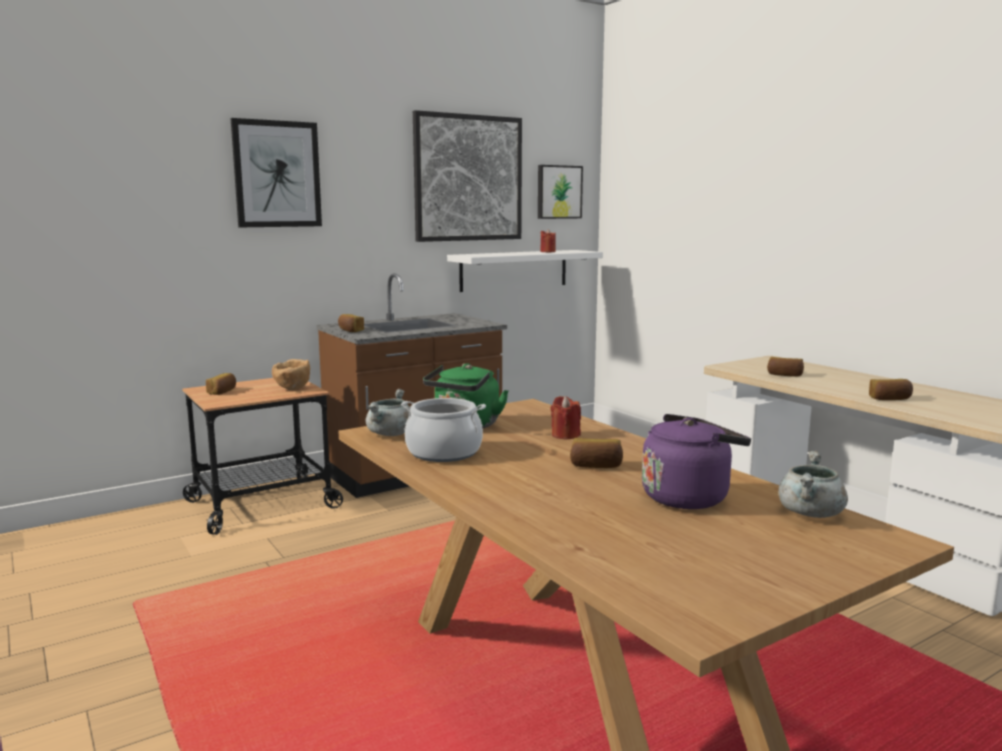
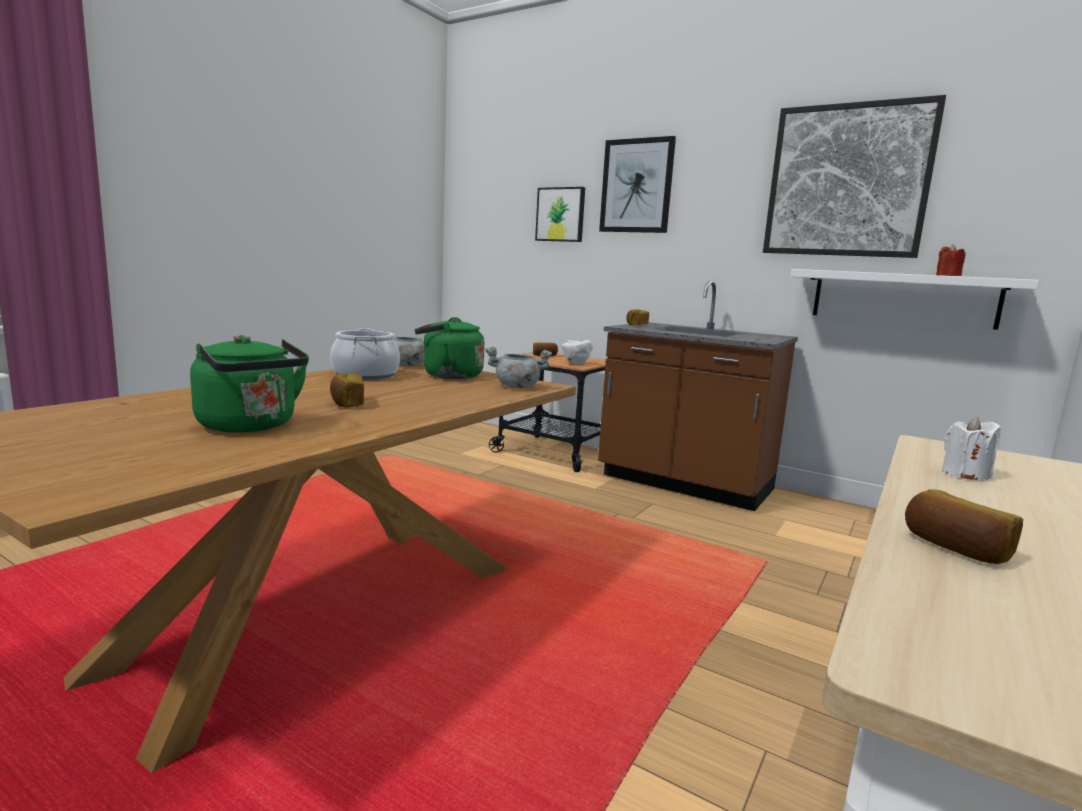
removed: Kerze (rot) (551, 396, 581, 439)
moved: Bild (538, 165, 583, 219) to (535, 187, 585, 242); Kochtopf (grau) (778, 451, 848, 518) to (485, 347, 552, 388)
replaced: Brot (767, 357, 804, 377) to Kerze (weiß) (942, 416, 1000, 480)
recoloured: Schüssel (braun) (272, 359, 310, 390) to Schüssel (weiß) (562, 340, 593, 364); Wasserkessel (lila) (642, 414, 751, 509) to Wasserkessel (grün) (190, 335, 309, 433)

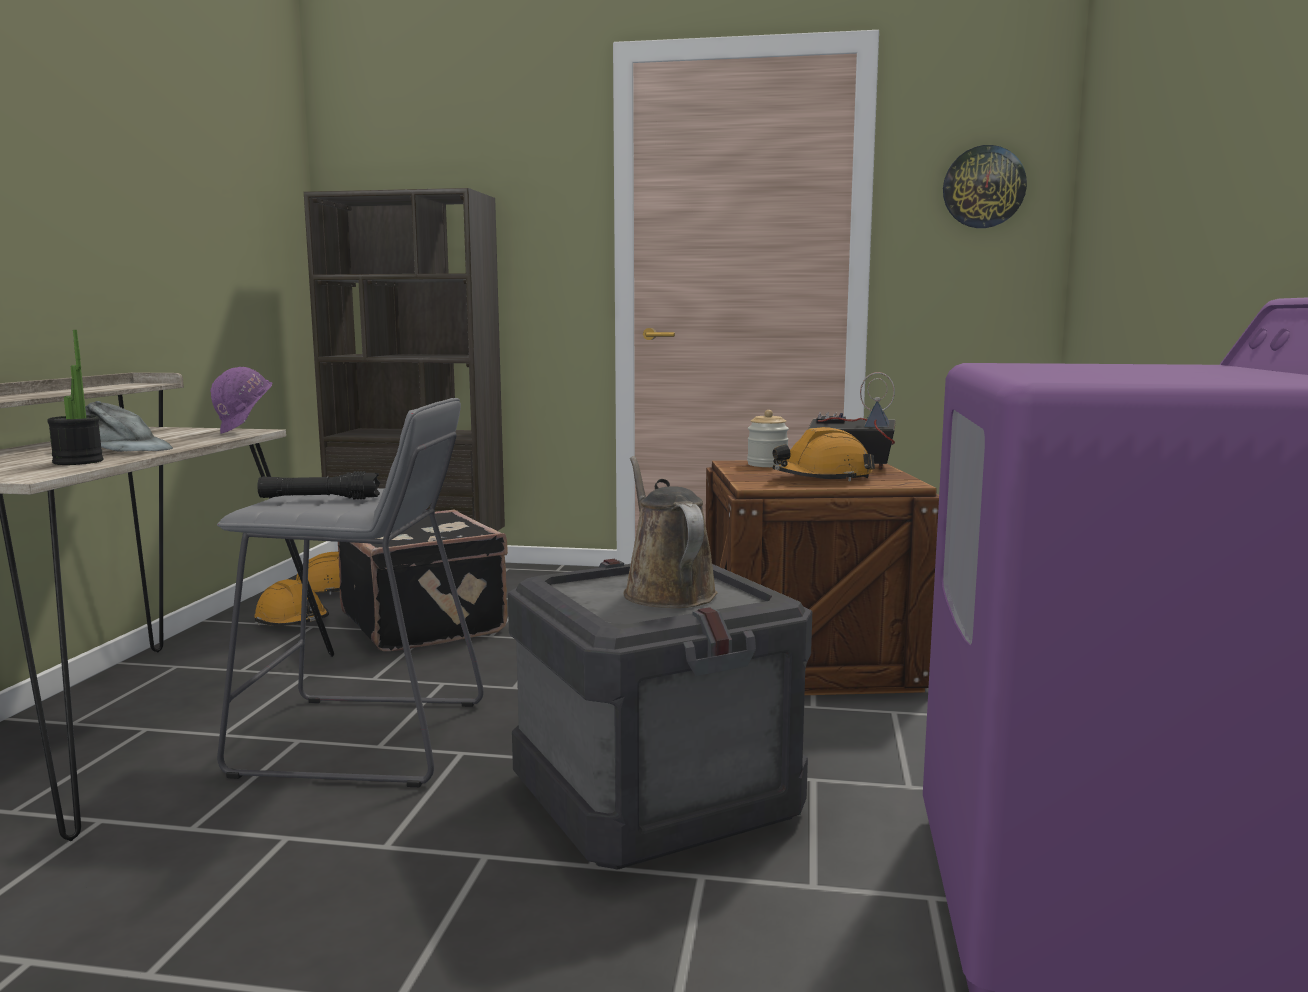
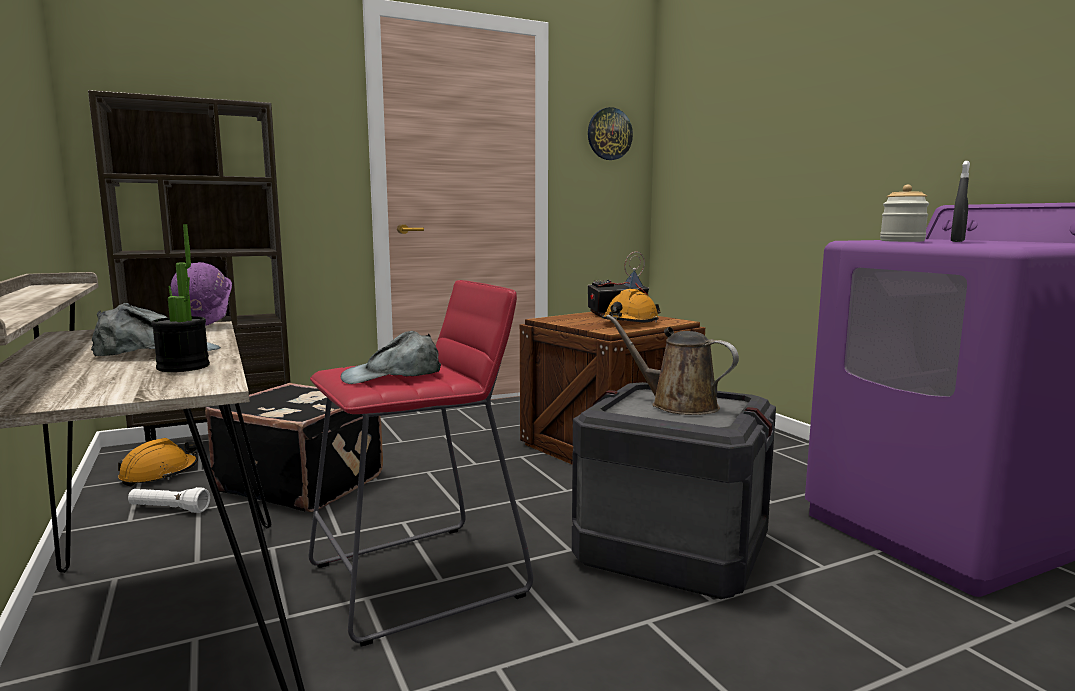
added: Sprühflasche (grau) (951, 161, 970, 242)
moved: Vorratsglas (747, 410, 789, 467) to (880, 185, 930, 242)
replaced: Taschenlampe (schwarz) (257, 471, 380, 499) to Kappe (grau) (341, 331, 441, 384); Schutzhelm (orange) (255, 579, 329, 626) to Taschenlampe (weiß) (128, 487, 210, 513)
recoloured: Hocker (grau) (217, 398, 484, 787) to Hocker (rot) (309, 280, 533, 647)

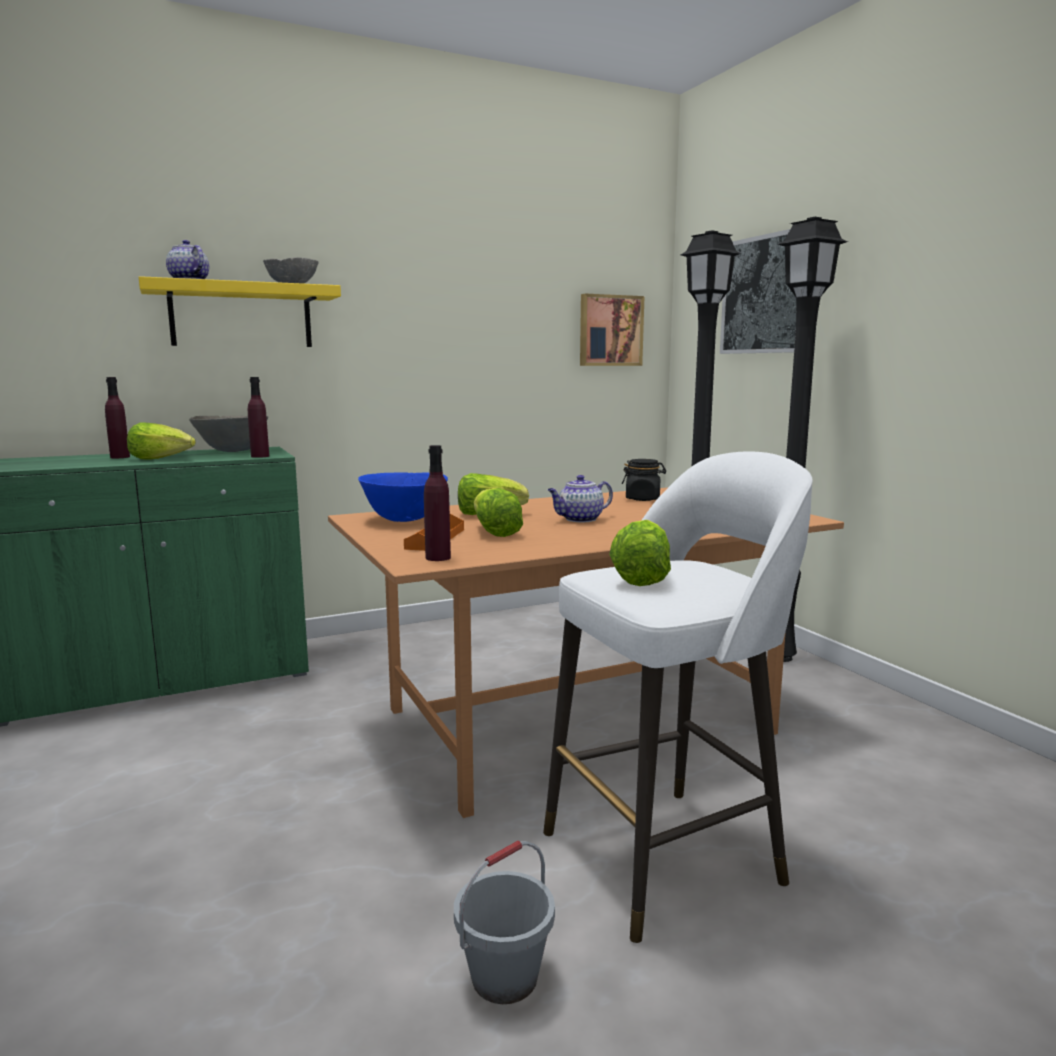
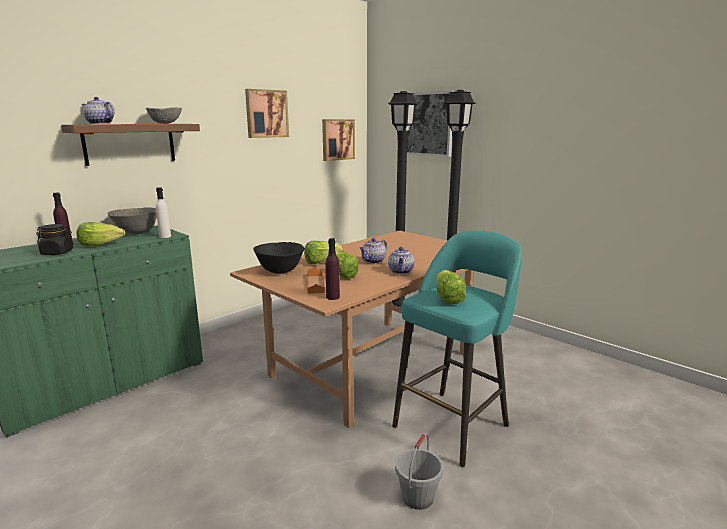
added: Bild (245, 89, 289, 138); Teekanne (388, 247, 414, 274)
moved: Vorratsglas (schwarz) (622, 459, 666, 501) to (36, 224, 73, 255)
recoloured: Wandregal (gelb) (139, 276, 341, 347) to Wandregal (braun) (61, 124, 200, 166); Flasche (lila) (248, 377, 269, 458) to Flasche (weiß) (156, 187, 171, 238); Hocker (weiß) (543, 451, 813, 943) to Hocker (türkis) (392, 230, 522, 467); Schüssel (blau) (358, 472, 448, 522) to Schüssel (schwarz) (253, 242, 305, 274)

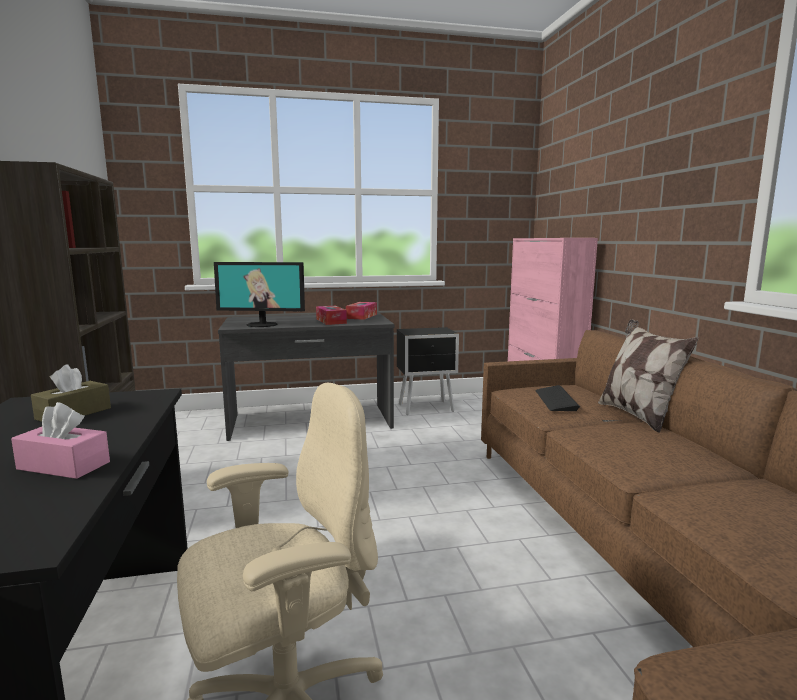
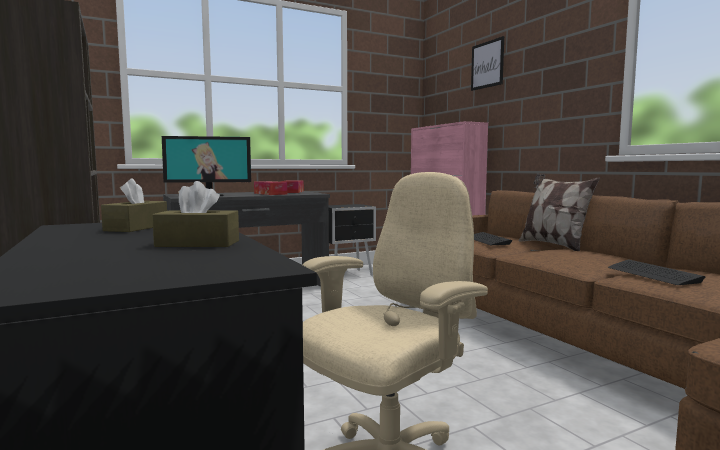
added: Bild (471, 36, 504, 91); Tastatur (608, 259, 705, 285)
recoloured: Taschentuchbox (rosa) (11, 402, 110, 479) to Taschentuchbox (braun) (152, 181, 239, 247)

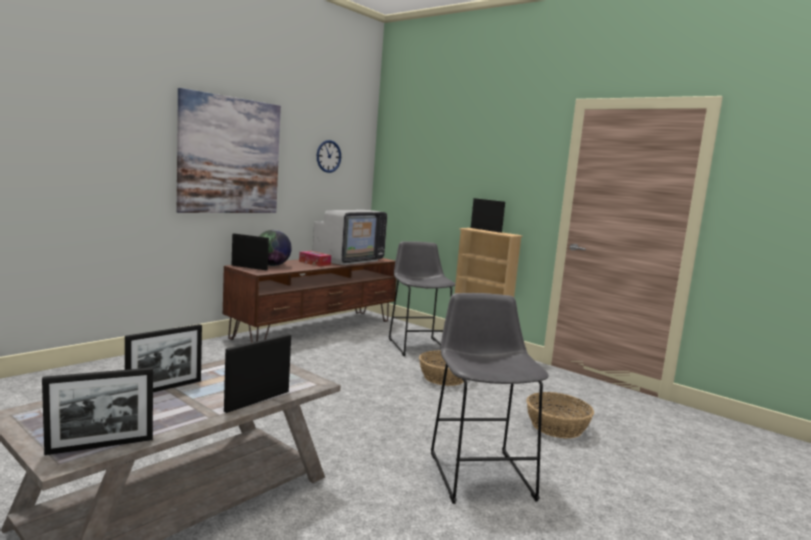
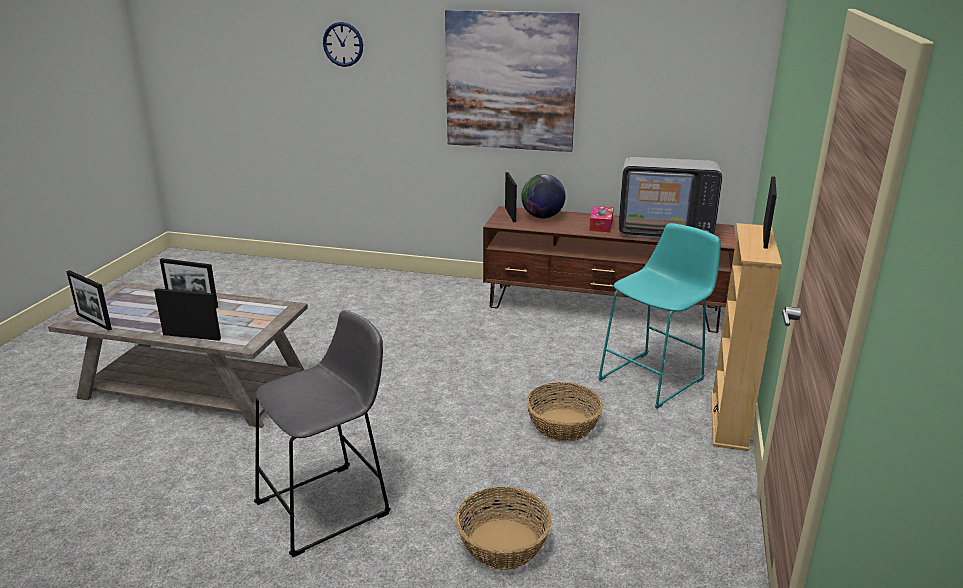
moved: Wanduhr (317, 140, 341, 173) to (323, 22, 363, 67)
recoloured: Hocker (grau) (389, 241, 456, 356) to Hocker (türkis) (598, 223, 721, 409)

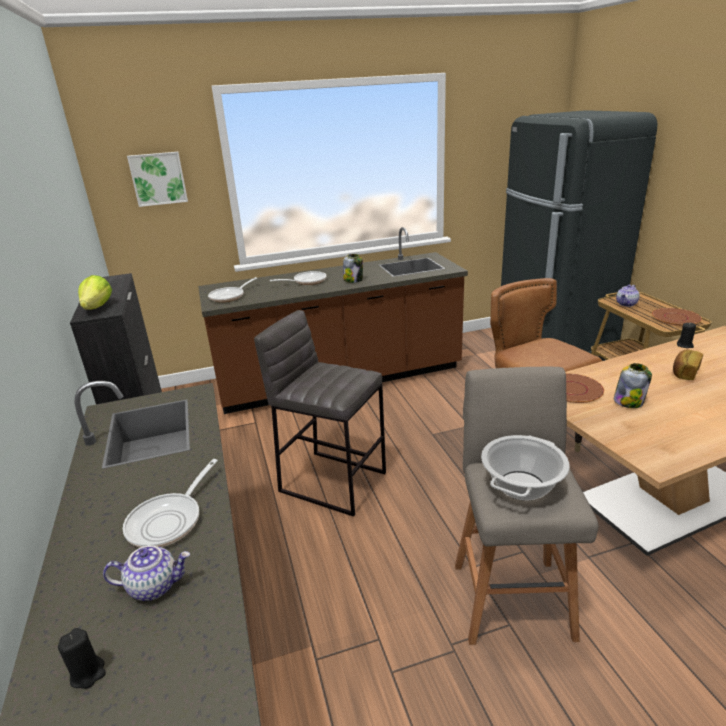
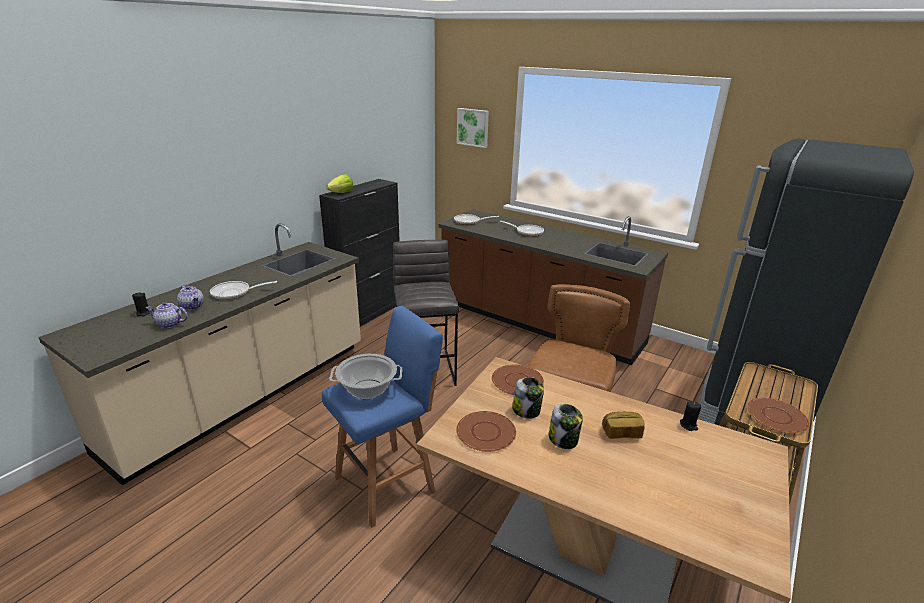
added: Teller (braun) (456, 411, 516, 452)
moved: Vorratsglas (343, 254, 363, 283) to (549, 404, 583, 449); Teekanne (616, 285, 639, 307) to (145, 302, 188, 328)
recoloured: Hocker (grau) (455, 367, 599, 645) to Hocker (blau) (322, 306, 443, 528)

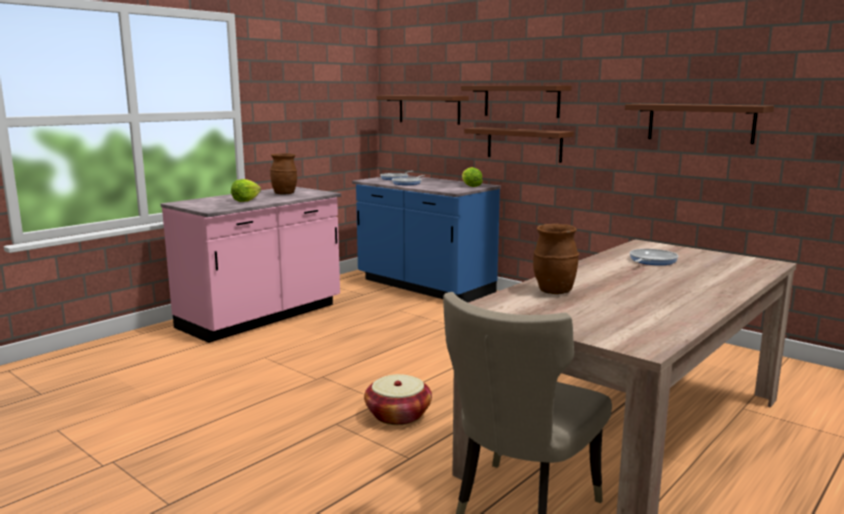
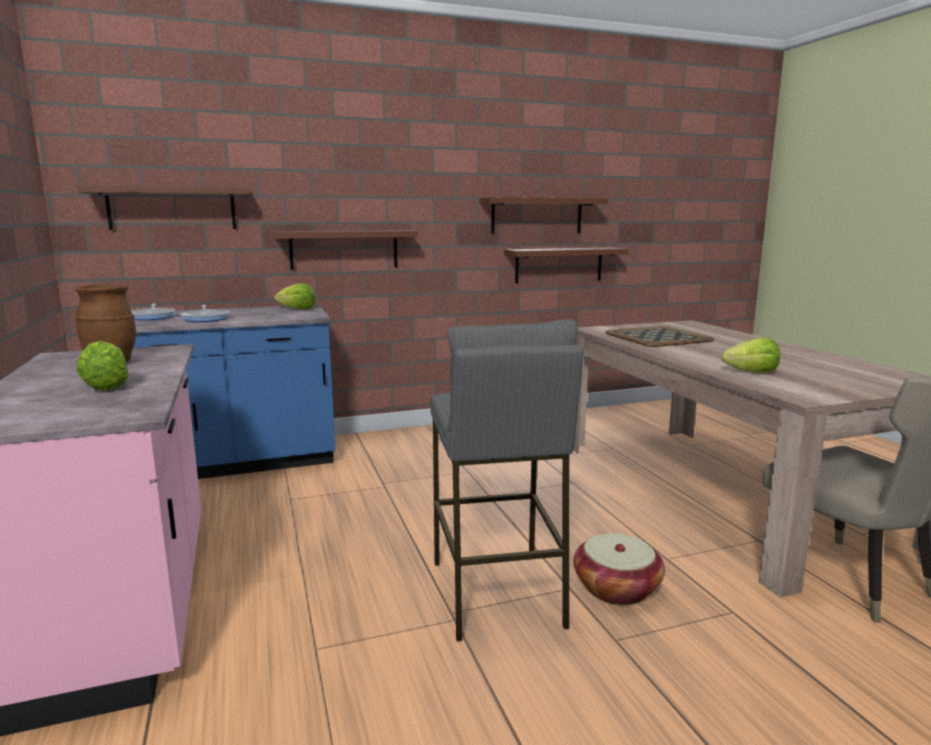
added: Hocker (grau) (430, 320, 584, 642)
moved: Wandregal (braun) (461, 85, 572, 118) to (504, 247, 629, 283)
replaced: Vase (braun) (533, 224, 579, 294) to Salatkopf (722, 338, 780, 373); Pfanne (630, 249, 679, 265) to Tablett (605, 326, 714, 347)

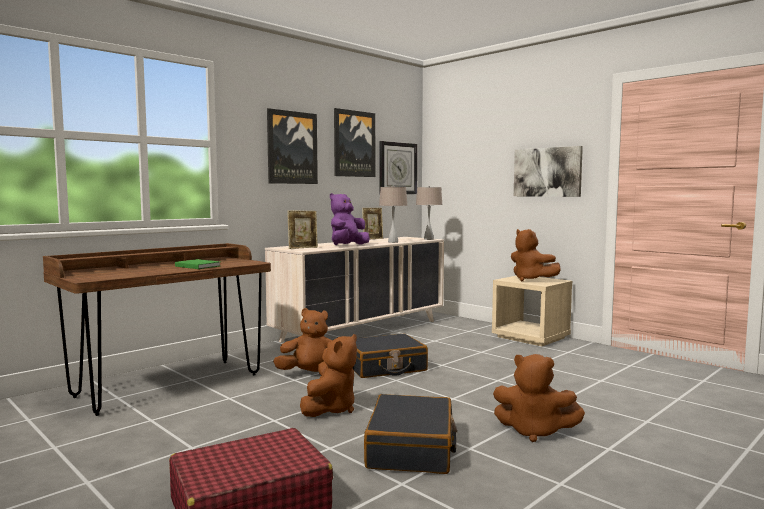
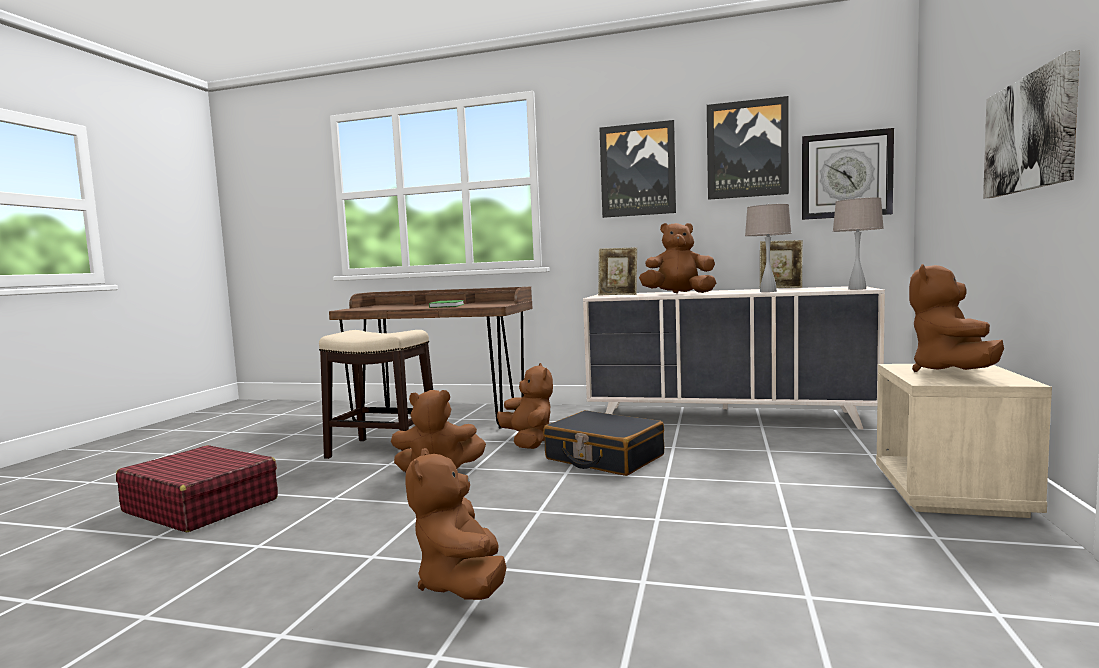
removed: Koffer (schwarz) (364, 394, 457, 474)
added: Hocker (319, 330, 433, 459)
recoloured: Plüschtier (lila) (330, 193, 370, 245) to Plüschtier (braun) (639, 223, 716, 293)

